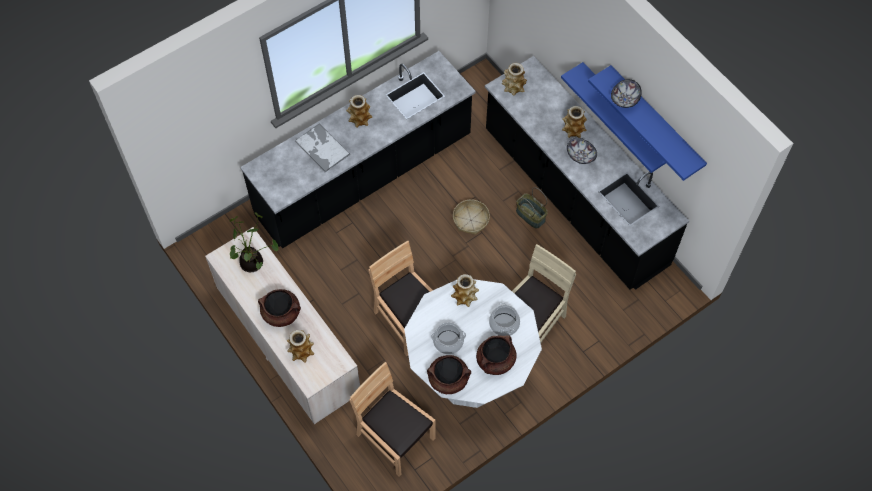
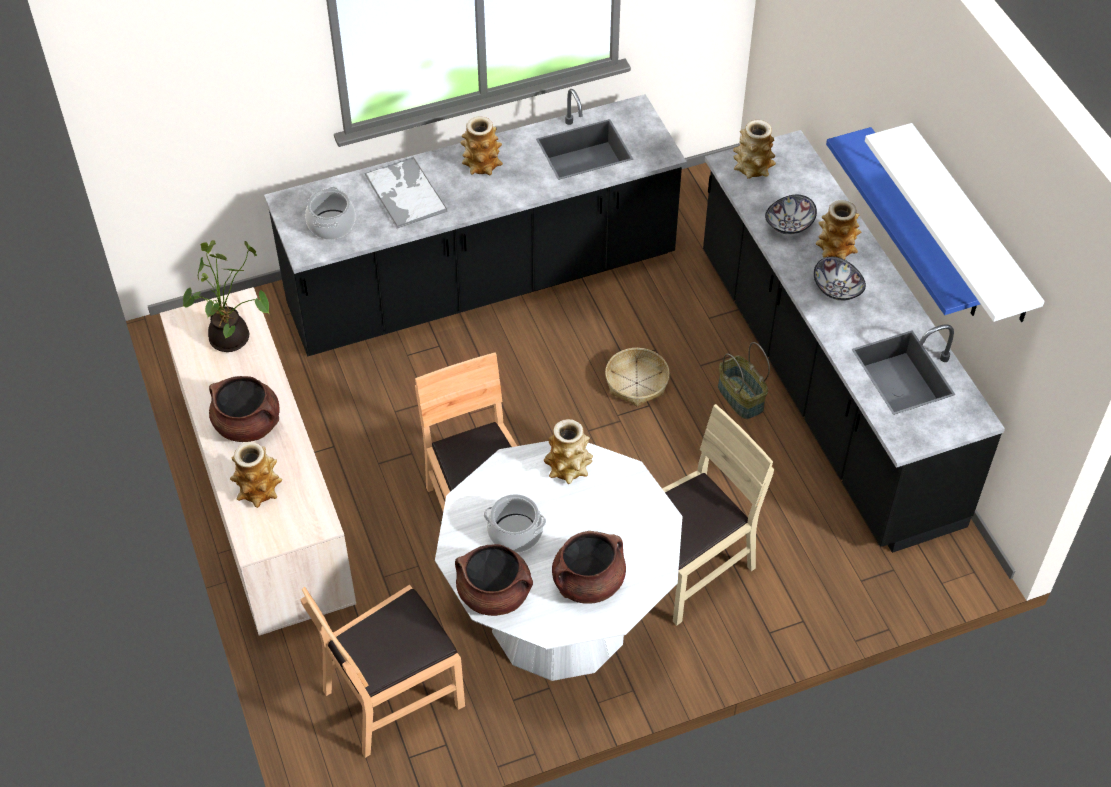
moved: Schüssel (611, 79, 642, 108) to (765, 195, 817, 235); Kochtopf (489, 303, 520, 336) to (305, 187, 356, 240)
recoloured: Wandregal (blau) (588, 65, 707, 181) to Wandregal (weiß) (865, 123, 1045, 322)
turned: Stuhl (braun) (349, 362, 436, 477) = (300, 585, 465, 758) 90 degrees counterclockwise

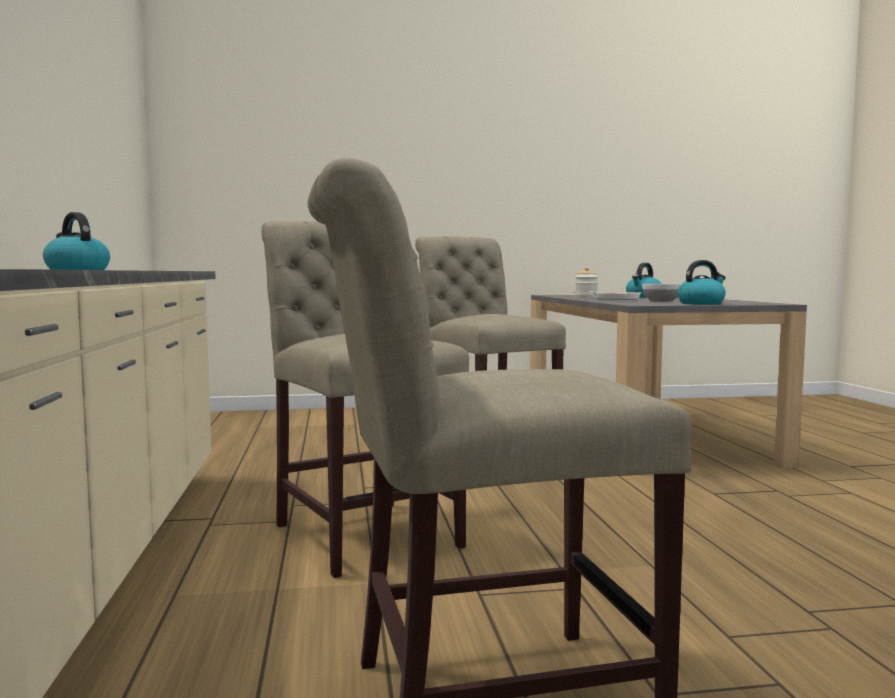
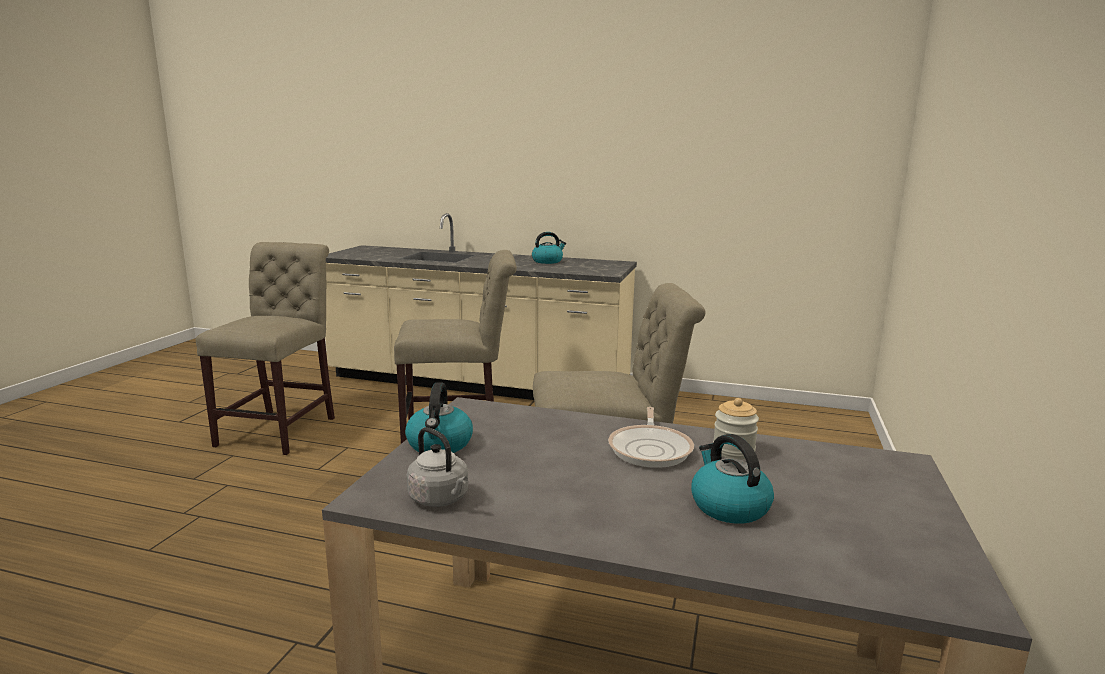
removed: Schüssel (642, 284, 681, 302)
added: Wasserkessel (grau) (407, 427, 468, 507)

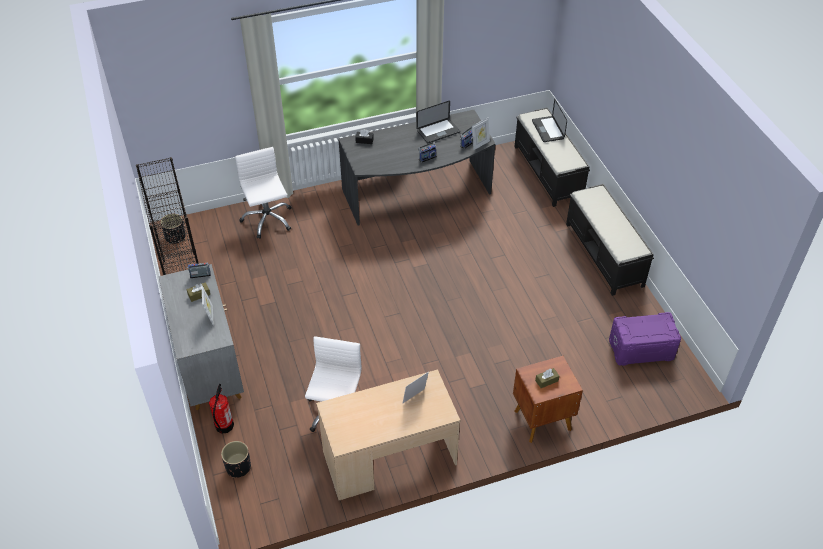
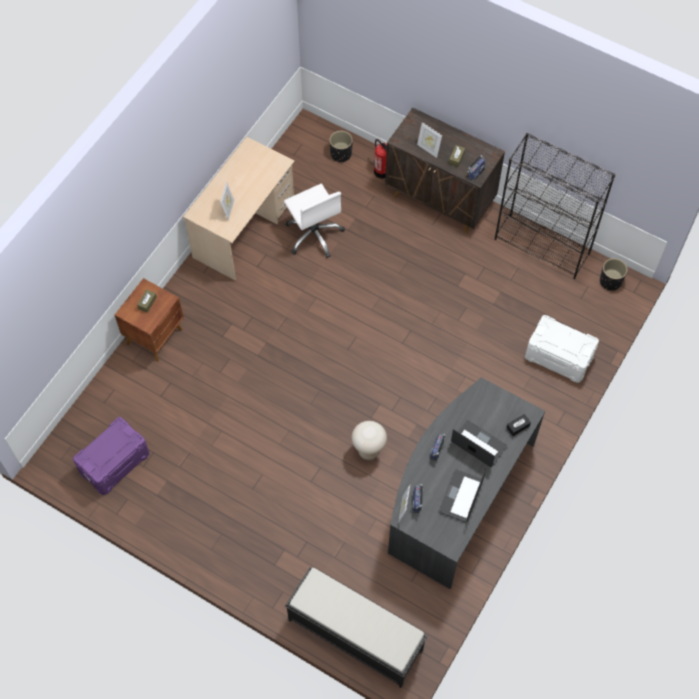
removed: Bank (schwarz) (566, 184, 654, 296)
added: Hocker (beige) (352, 421, 387, 460)
moved: Laptop (532, 99, 567, 142) to (451, 420, 507, 467)
replaced: Bürostuhl (weiß) (235, 147, 292, 239) to Aufbewahrungsbox (weiß) (525, 315, 599, 383)
recoloured: Schrank (grau) (159, 264, 244, 410) to Schrank (braun) (385, 107, 505, 233)

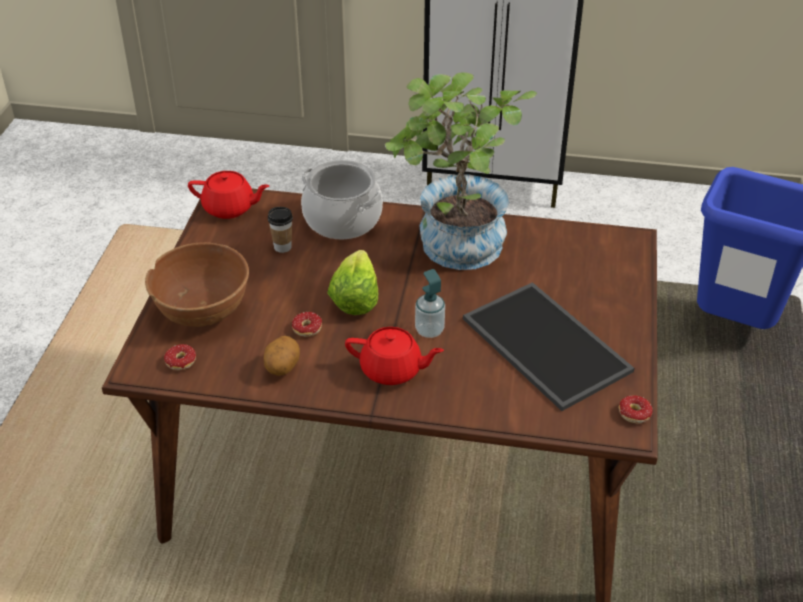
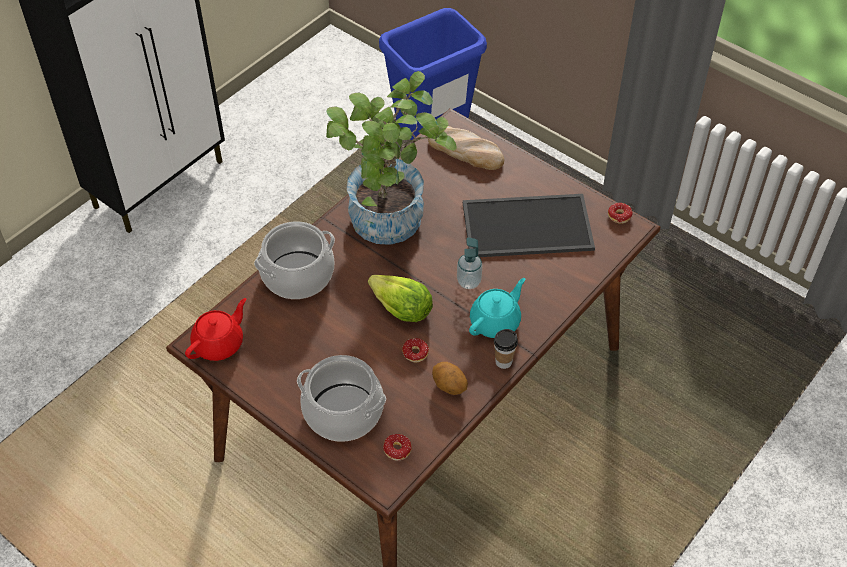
added: Brot (428, 126, 504, 170)
moved: Tasse (268, 207, 293, 253) to (494, 329, 518, 369)
replaced: Schüssel (braun) (145, 242, 249, 327) to Kochtopf (297, 355, 386, 442)
recoloured: Teekanne (rot) (345, 327, 444, 385) to Teekanne (türkis) (469, 278, 525, 338)

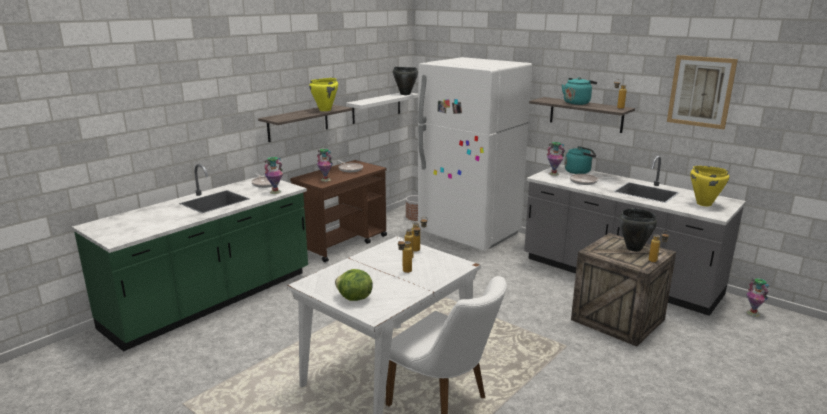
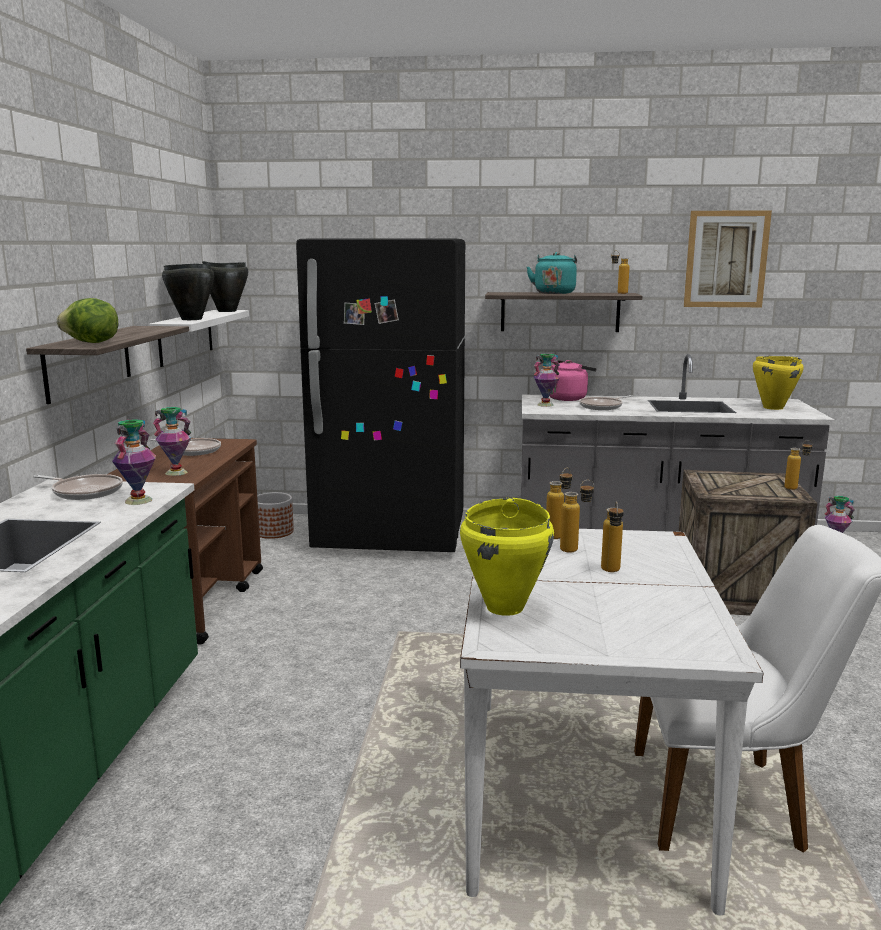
moved: Kochtopf (gelb) (309, 78, 338, 111) to (460, 498, 554, 616); Kochtopf (schwarz) (619, 208, 657, 252) to (162, 263, 214, 320); Salatkopf (335, 269, 373, 301) to (57, 298, 118, 343)
recoloured: Kühlschrank (weiß) (418, 57, 532, 250) to Kühlschrank (schwarz) (296, 238, 465, 552); Wasserkessel (türkis) (565, 146, 596, 174) to Wasserkessel (rosa) (550, 360, 597, 401)

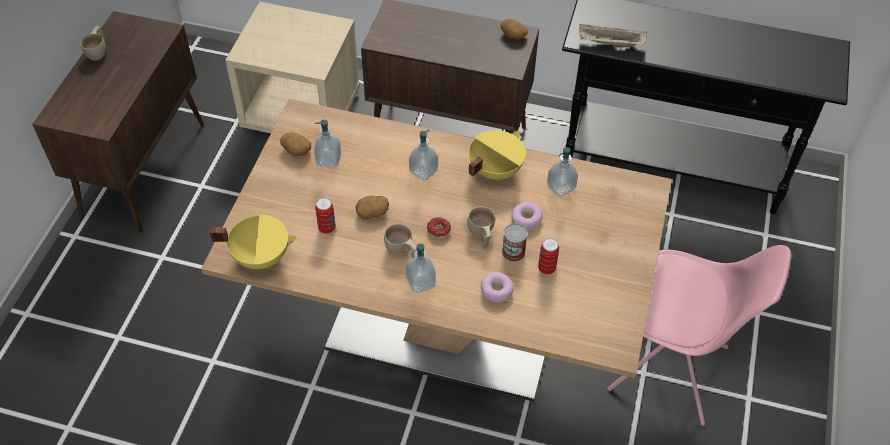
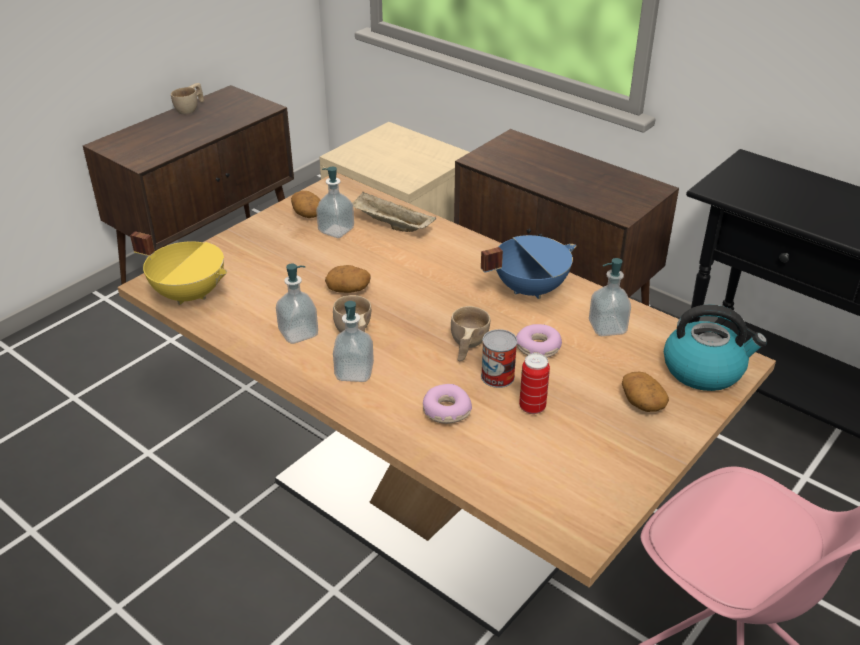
removed: Dose (315, 198, 336, 234); Donut (427, 217, 451, 238)
added: Wasserkessel (664, 304, 767, 391)
moved: Kartoffel (500, 19, 528, 40) to (622, 372, 669, 412); Tablett (beige) (579, 24, 647, 48) to (352, 192, 436, 232); Seifenspender (409, 130, 438, 180) to (276, 264, 318, 344)
recoloured: Kochtopf (gelb) (469, 130, 526, 180) to Kochtopf (blau) (481, 235, 576, 299)

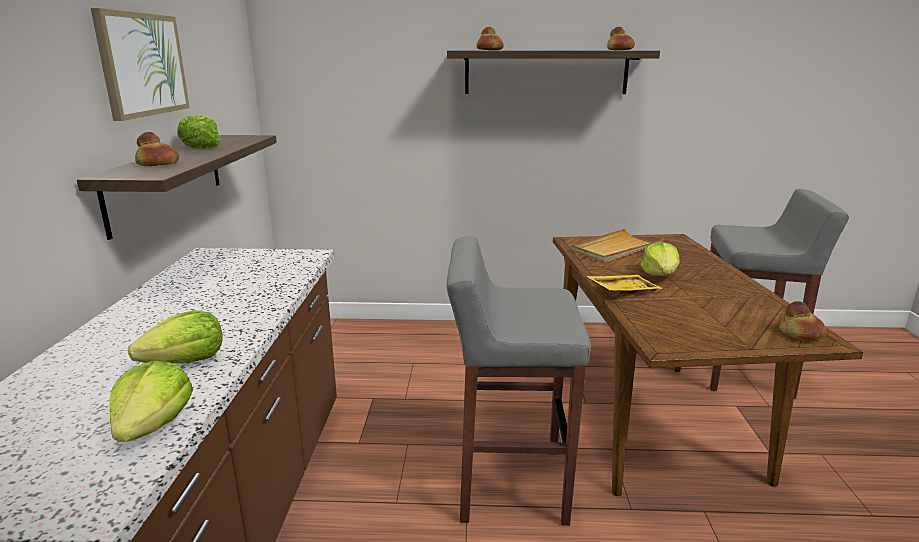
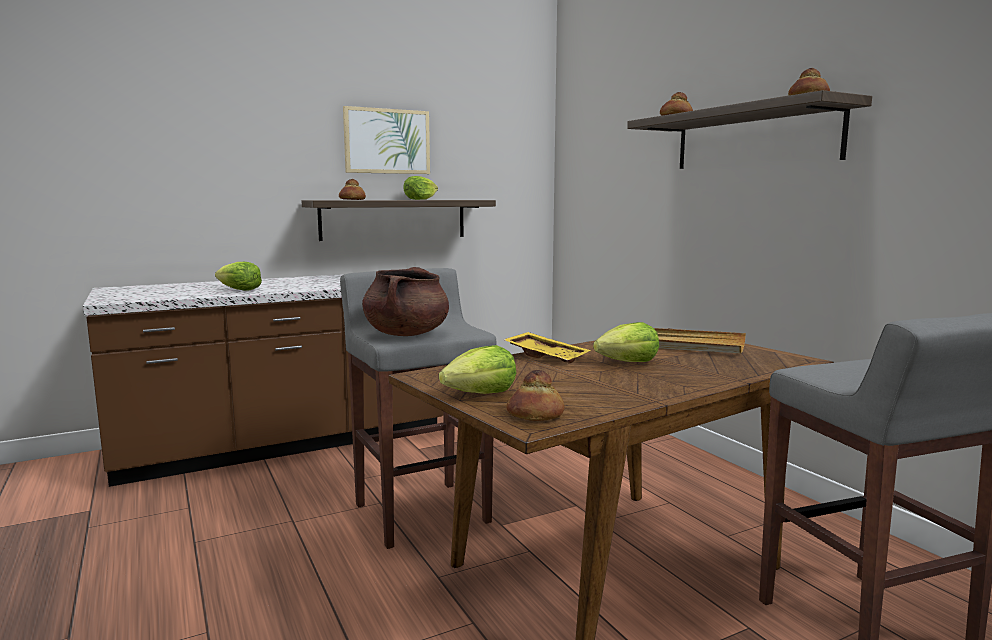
added: Kochtopf (braun) (362, 267, 449, 336)
moved: Salatkopf (109, 361, 193, 442) to (439, 345, 516, 394)

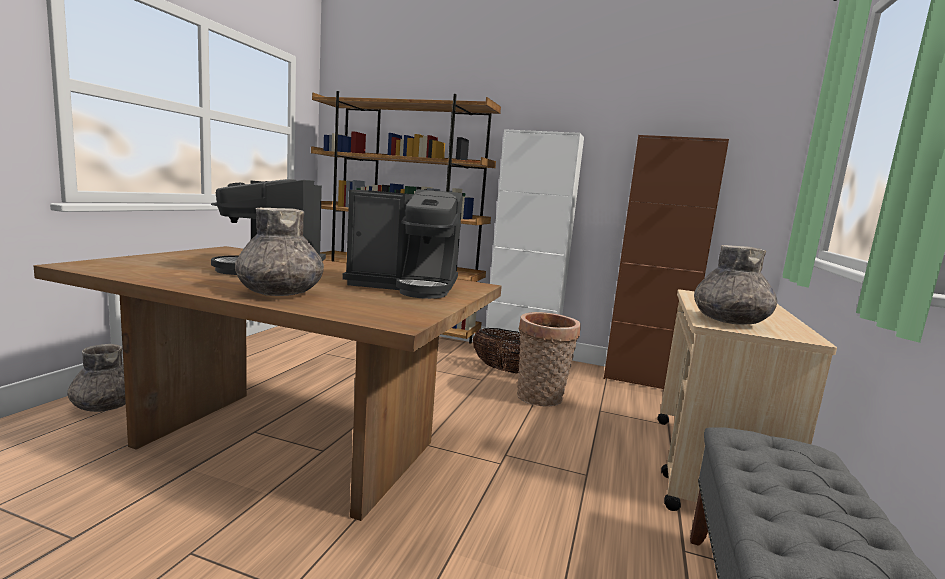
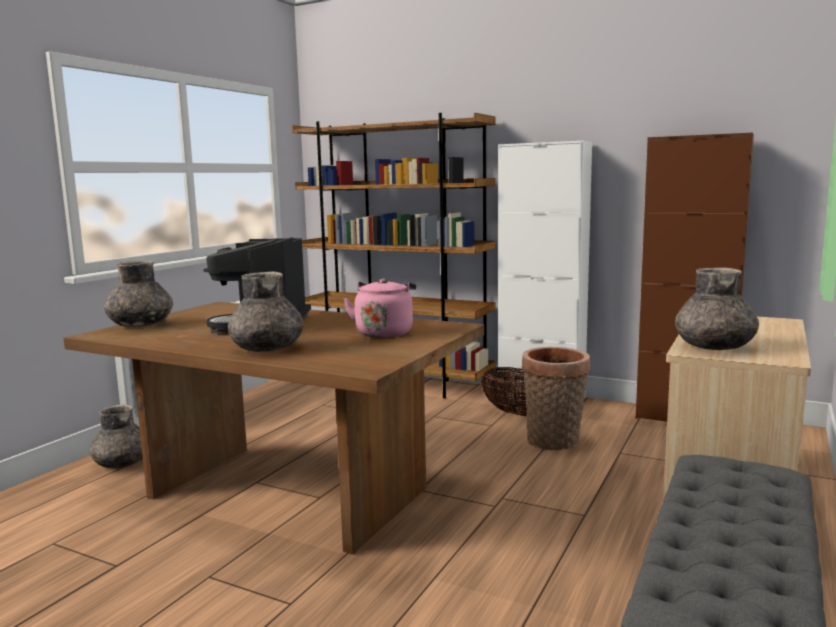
added: Vase (grau) (104, 261, 173, 327)
replaced: Kaffeemaschine (342, 189, 463, 299) to Wasserkessel (rosa) (343, 278, 416, 338)

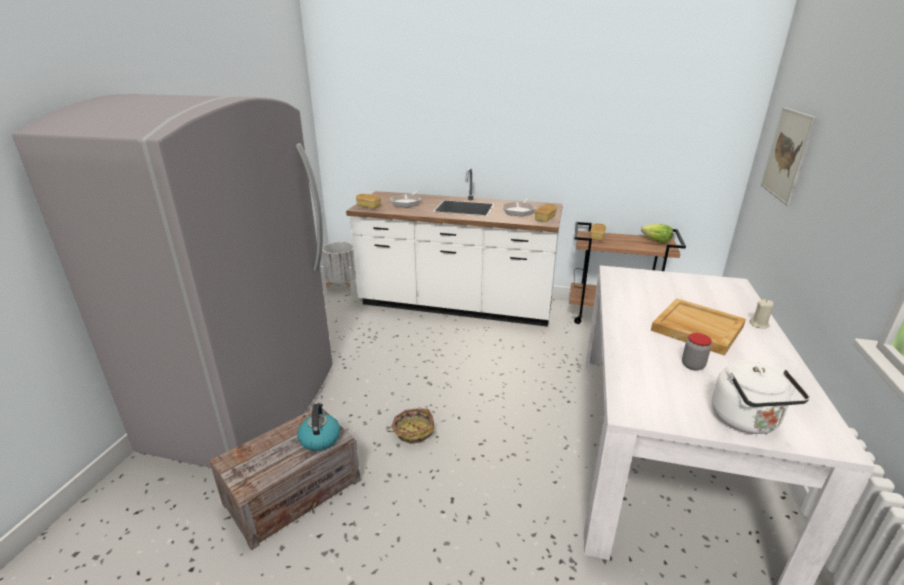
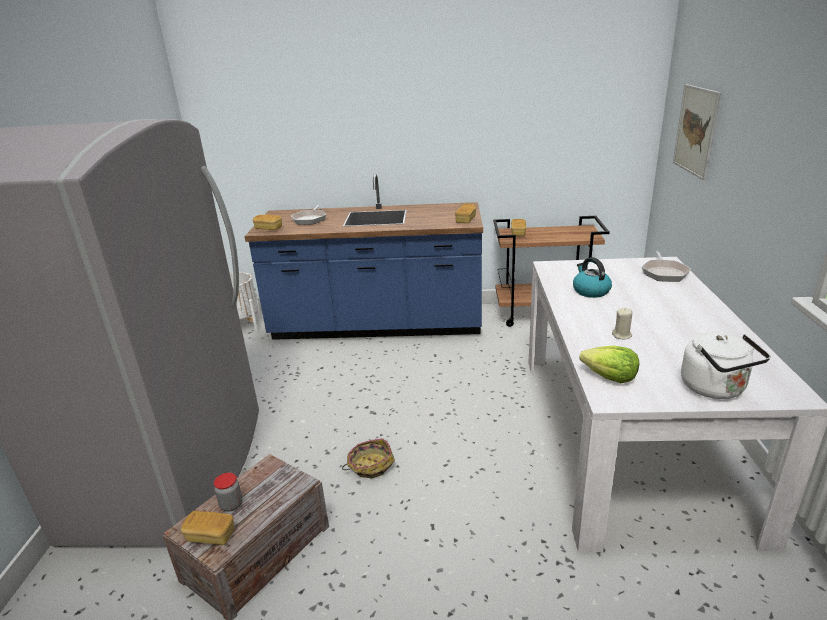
removed: Tablett (beige) (651, 298, 746, 356)
added: Brot (181, 511, 234, 545)
moved: Pfanne (502, 198, 536, 216) to (642, 251, 691, 282); Salatkopf (641, 224, 673, 243) to (579, 346, 640, 383); Kerze (beige) (749, 300, 774, 329) to (612, 308, 632, 339); Vorratsglas (682, 333, 712, 370) to (214, 473, 242, 511); Wasserkessel (297, 403, 340, 451) to (573, 257, 612, 298)
recoloured: Küchenzeile (weiß) (346, 168, 563, 327) to Küchenzeile (blau) (244, 174, 483, 340)

